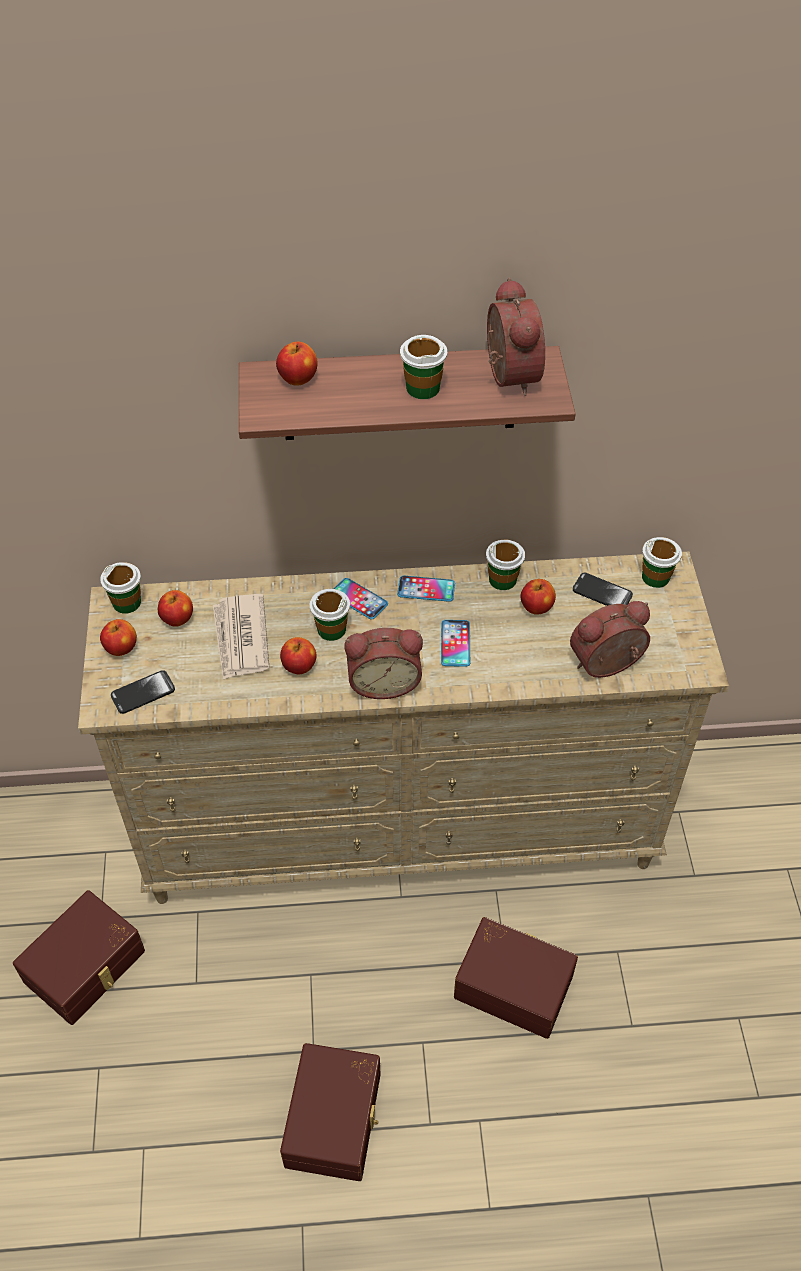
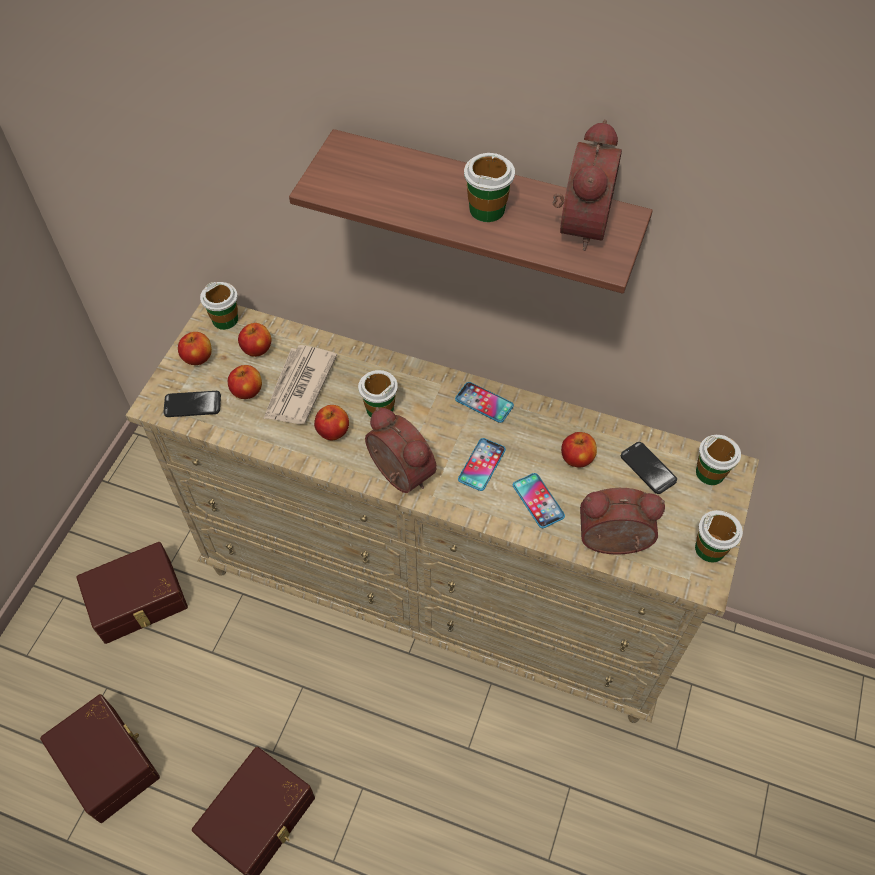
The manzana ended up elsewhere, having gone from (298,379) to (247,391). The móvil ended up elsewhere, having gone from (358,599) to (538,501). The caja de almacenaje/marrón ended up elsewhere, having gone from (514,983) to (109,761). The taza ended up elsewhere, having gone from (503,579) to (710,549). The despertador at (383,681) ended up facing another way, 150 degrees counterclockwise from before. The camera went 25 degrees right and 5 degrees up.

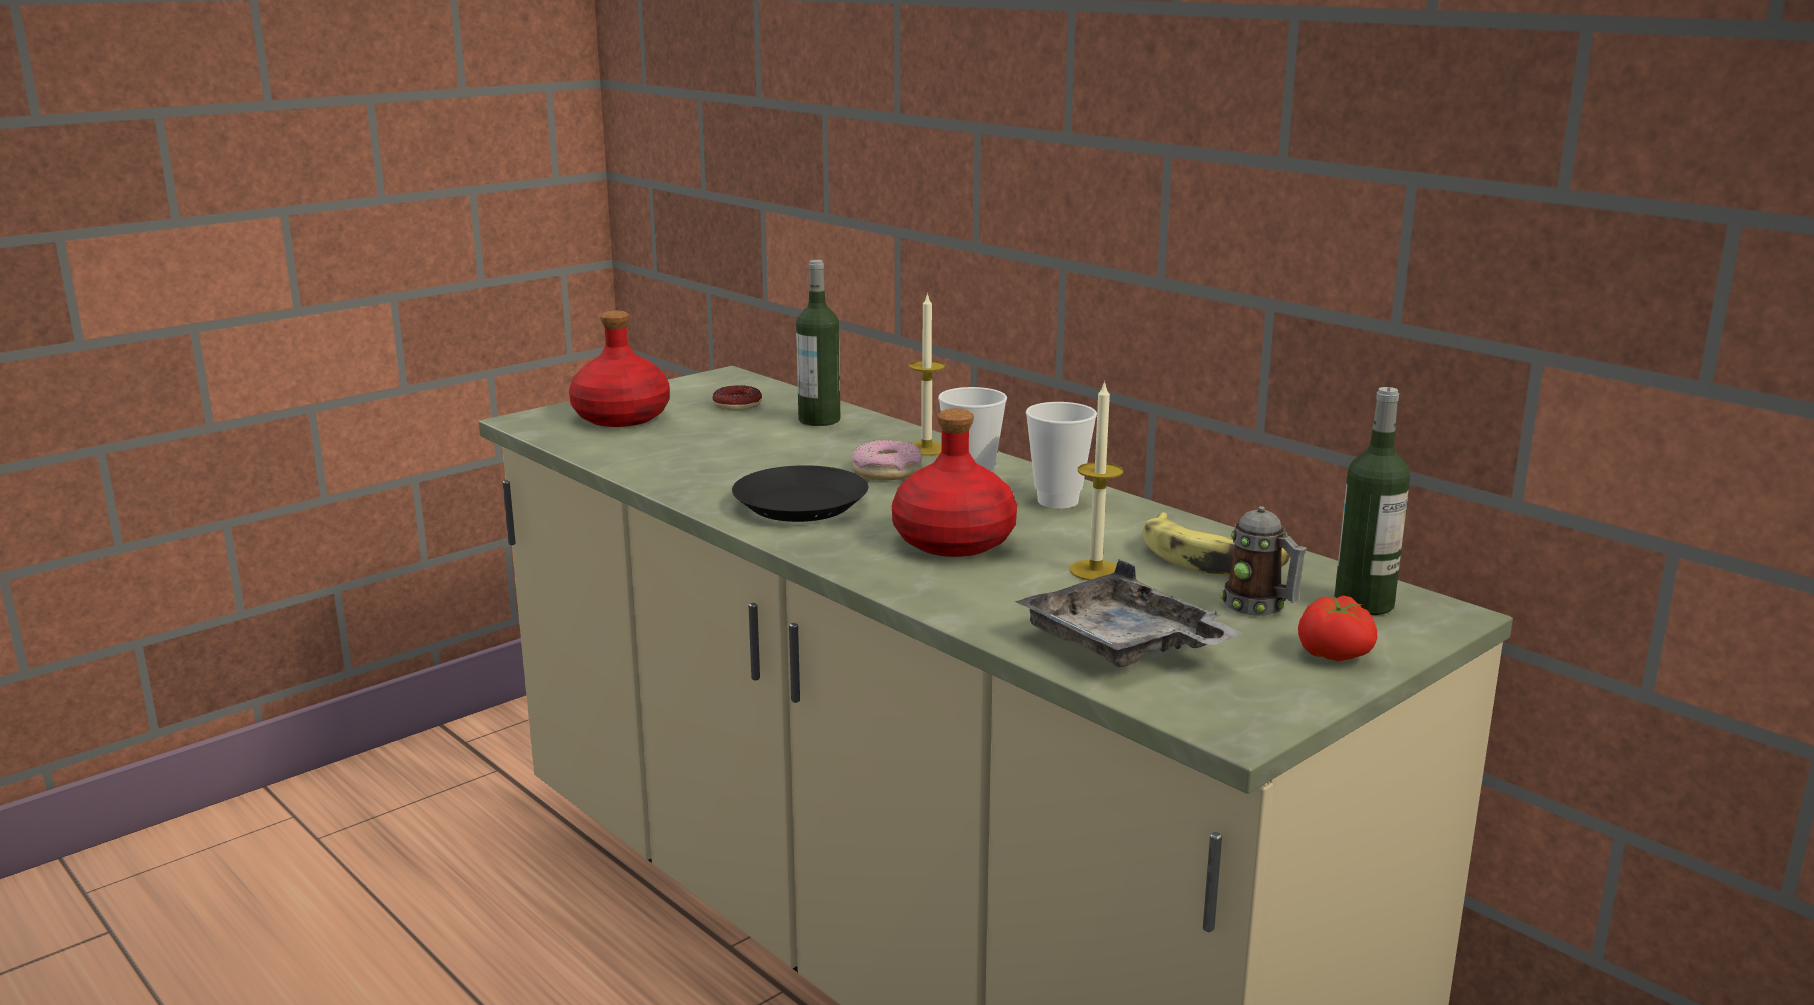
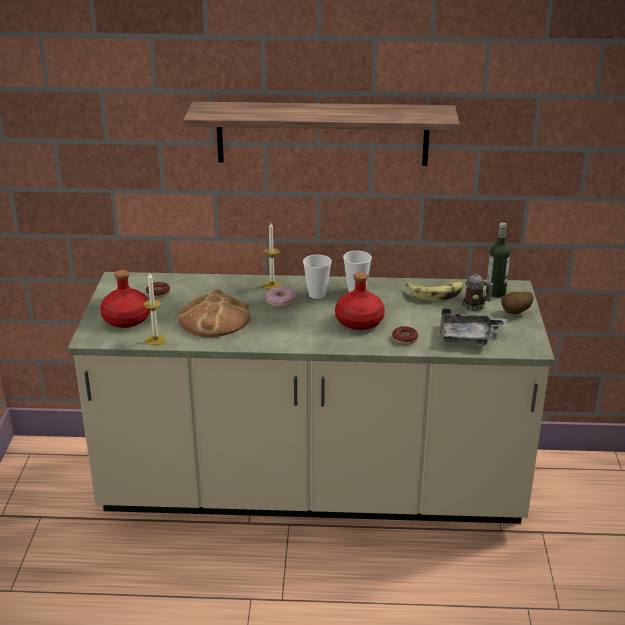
The second view lost the plato/negro at (800,504). The second view lost the botella at (819,420). The second view gained the pan at (214,319). The second view gained the estante at (322,133). The second view gained the rosquilla at (404,338). The vela ended up elsewhere, having gone from (1095,570) to (155,339). Where the tomate stood at (1336,653), the patata came to stand at (516,313). The camera went 45 degrees left and 10 degrees up.

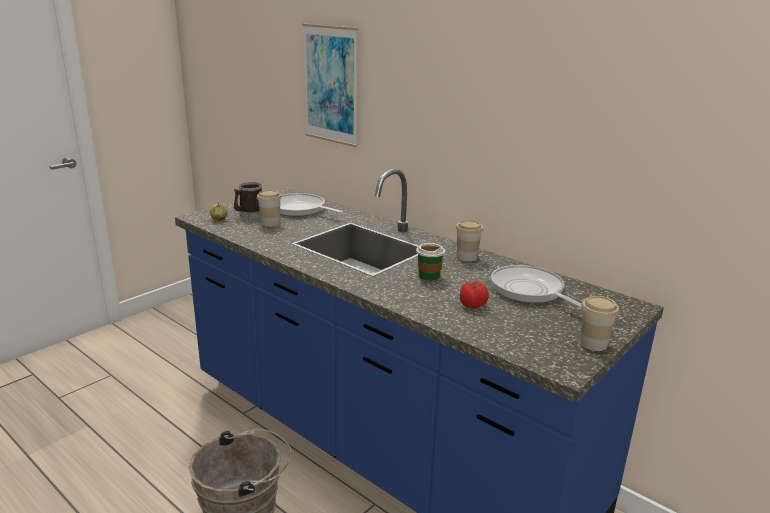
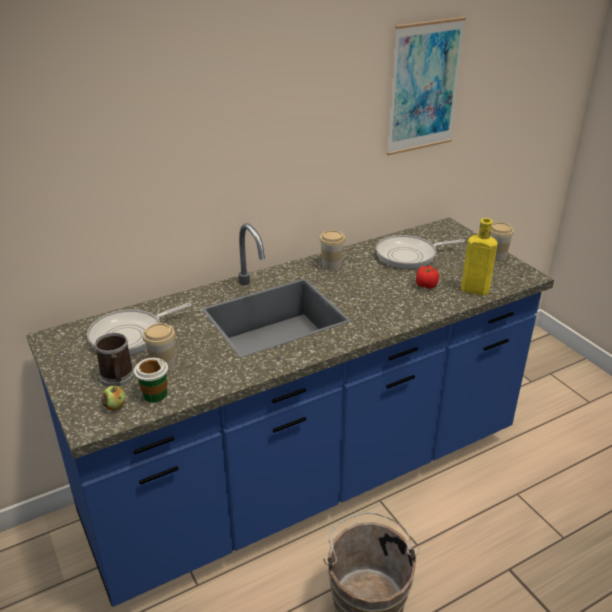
The second view gained the botella/amarillo at (472,289). The cuadro ended up elsewhere, having gone from (330,85) to (424,87). The taza ended up elsewhere, having gone from (429,276) to (155,394). The camera went 70 degrees left and 10 degrees up.

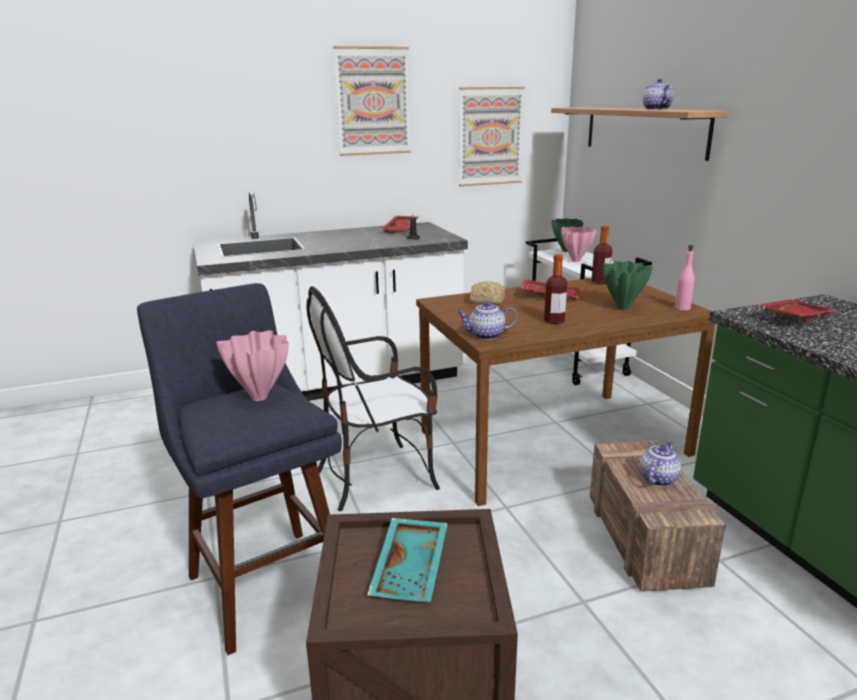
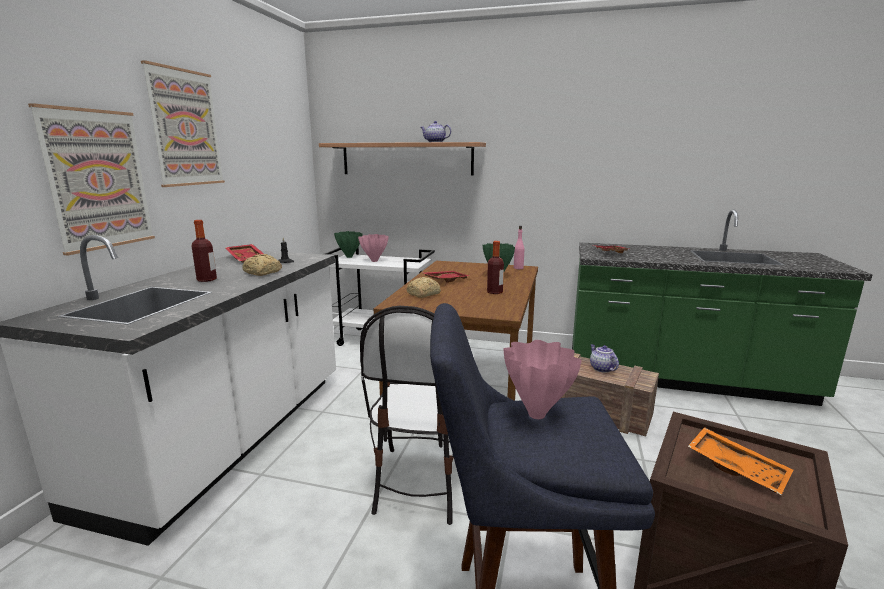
The second view lost the tetera at (485,335). The second view gained the pan at (262,272). The cuadro ended up elsewhere, having gone from (490,136) to (97,180). The botella ended up elsewhere, having gone from (600,282) to (206,279). What was the bandeja/turquesa at (412,570) turned into the bandeja/naranja at (737,468). The camera went 55 degrees left and 5 degrees down.

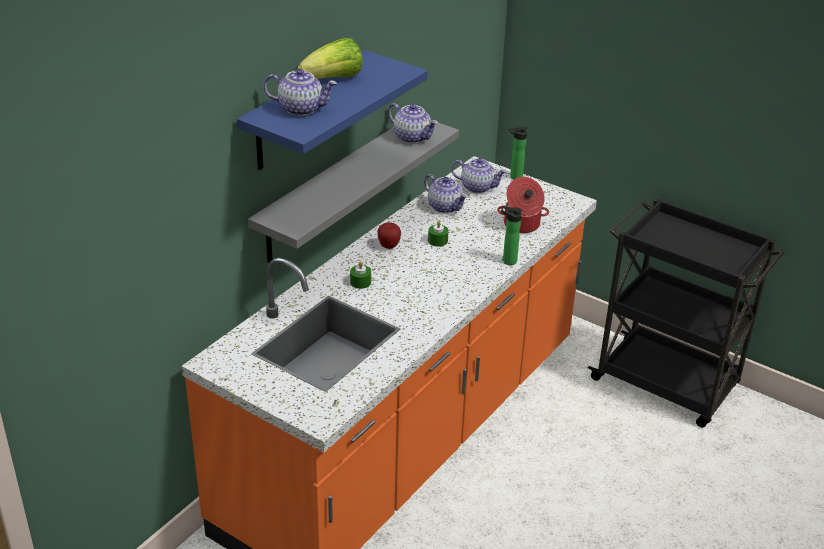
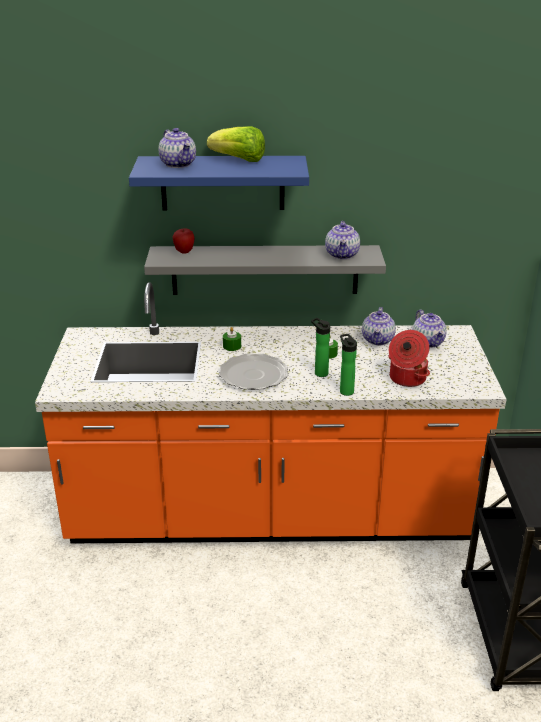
The second view gained the plato at (254,375). The manzana ended up elsewhere, having gone from (389,246) to (184,252). The botella ended up elsewhere, having gone from (514,177) to (319,373). The camera went 55 degrees right and 5 degrees down.

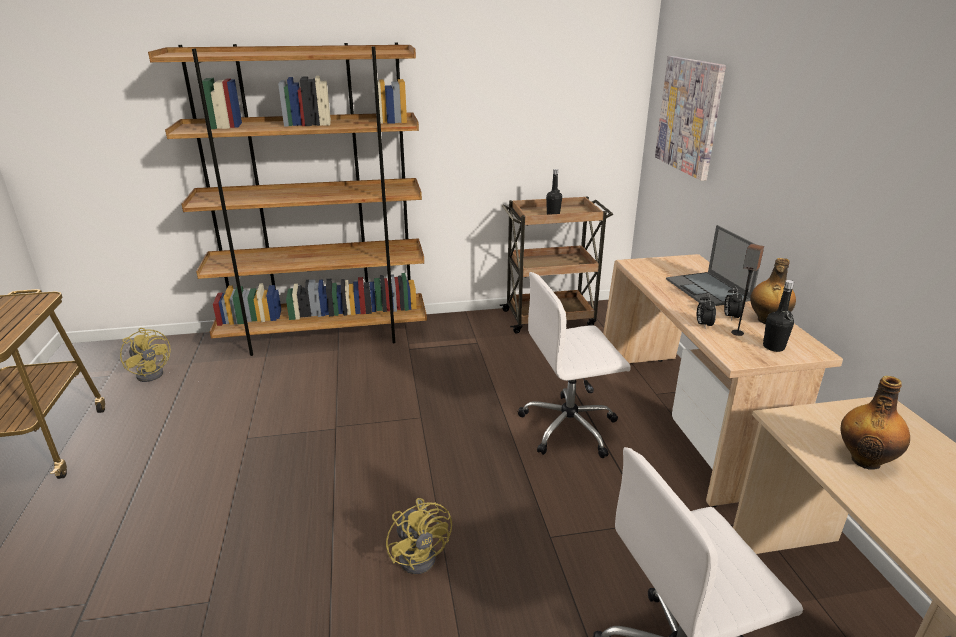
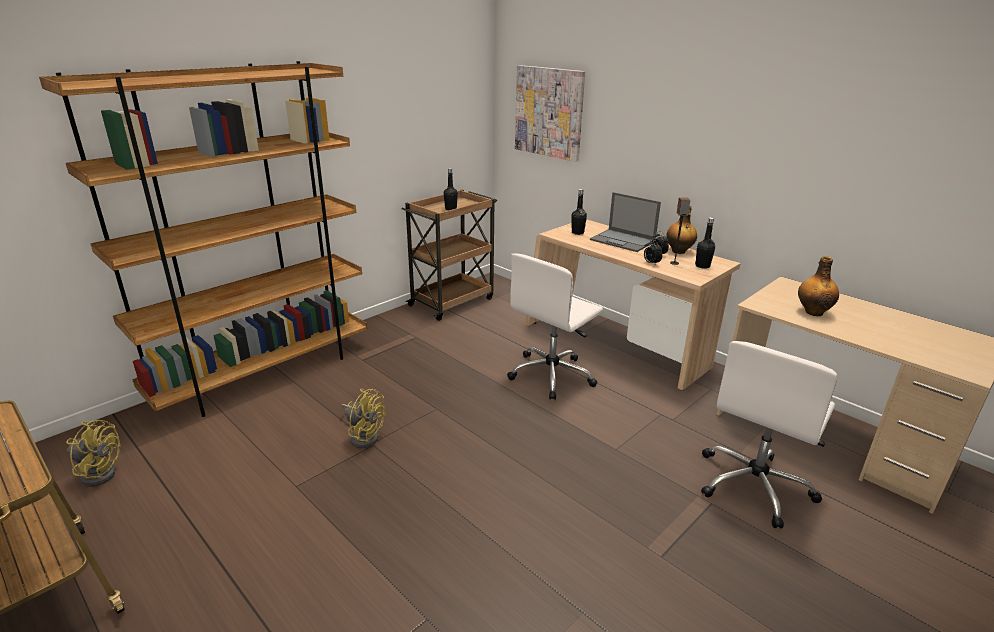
The second view gained the botella/negro at (577,232). The ventilador/amarillo ended up elsewhere, having gone from (421,553) to (364,436). The camera went 35 degrees left and 0 degrees up.

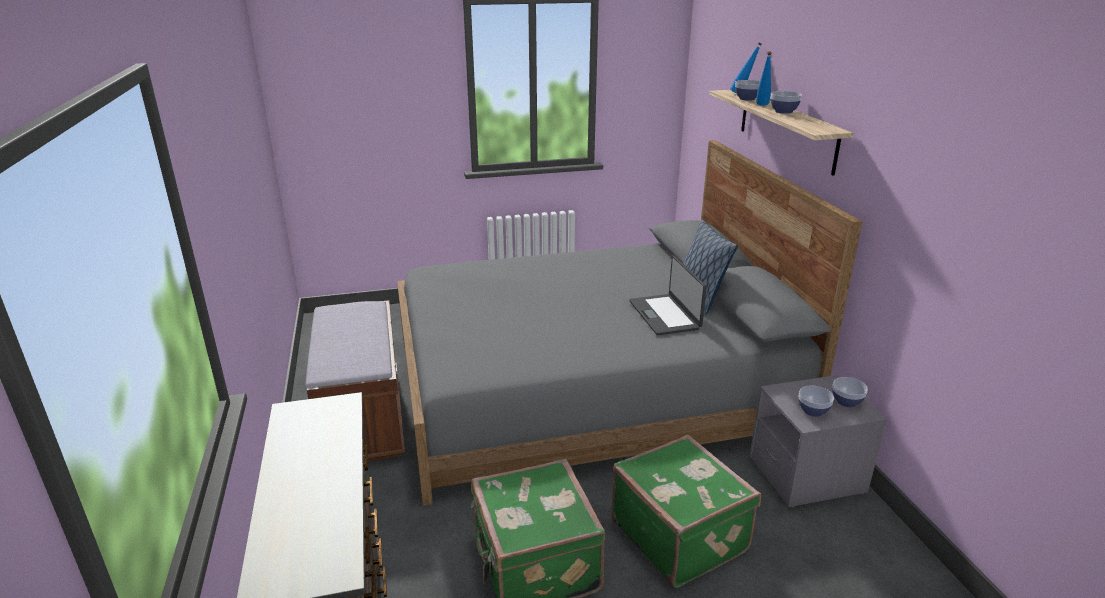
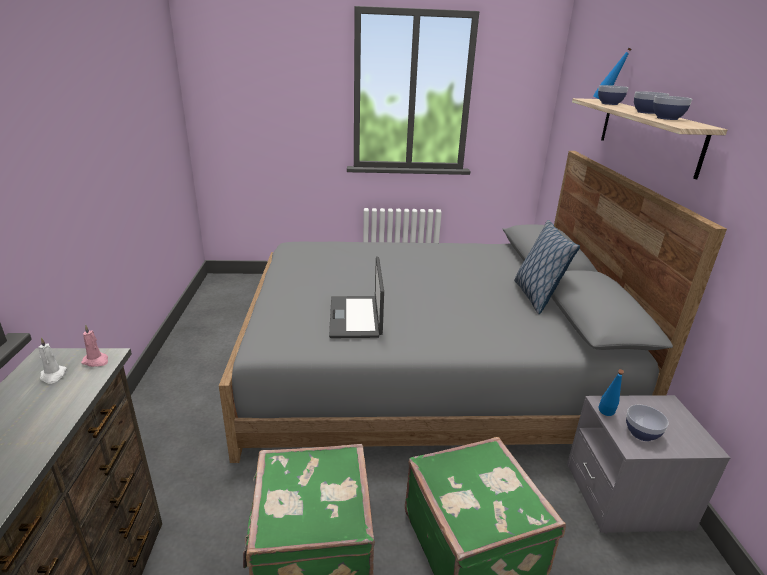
The second view lost the banco/marrón at (364,419). The second view gained the vela/blanco at (53,375). The second view gained the vela/rosa at (96,361). The portátil ended up elsewhere, having gone from (665,315) to (356,317). The botella/azul ended up elsewhere, having gone from (762,105) to (605,416). The cuenco ended up elsewhere, having gone from (846,402) to (667,118). The camera went 10 degrees right and 0 degrees up.

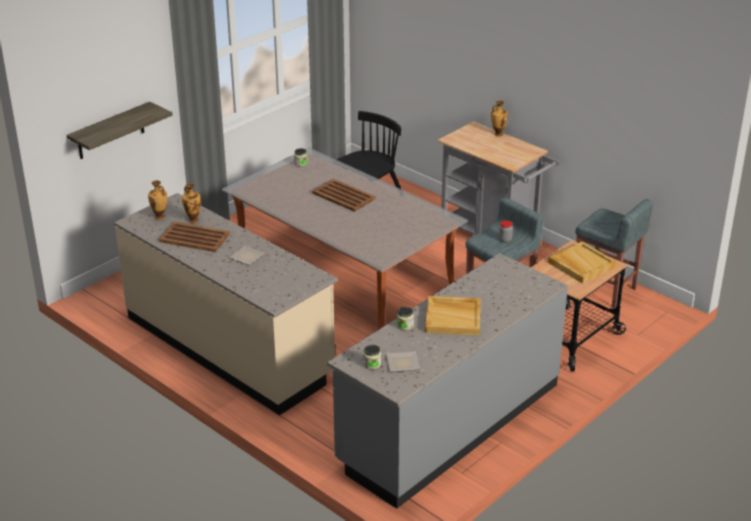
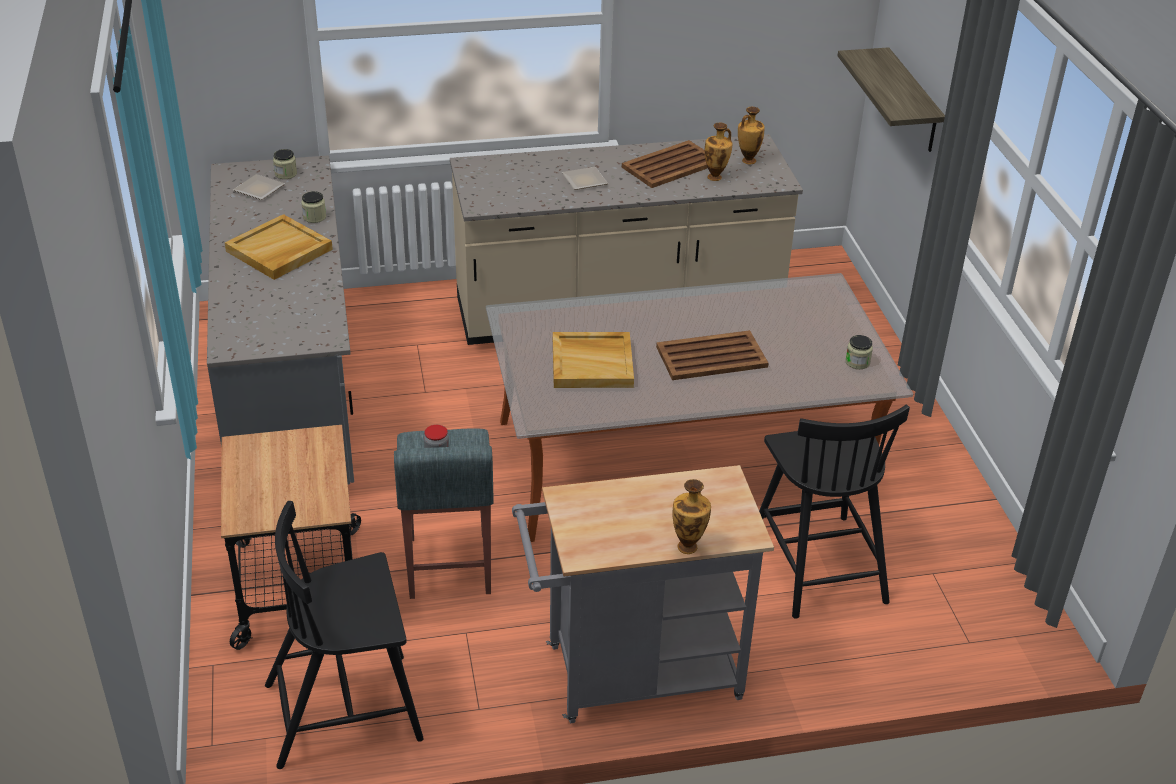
The bandeja/beis ended up elsewhere, having gone from (581,264) to (593,363). Where the taburete/gris stood at (604,290), the silla/negro came to stand at (346,710). The camera went 125 degrees right and 5 degrees up.

